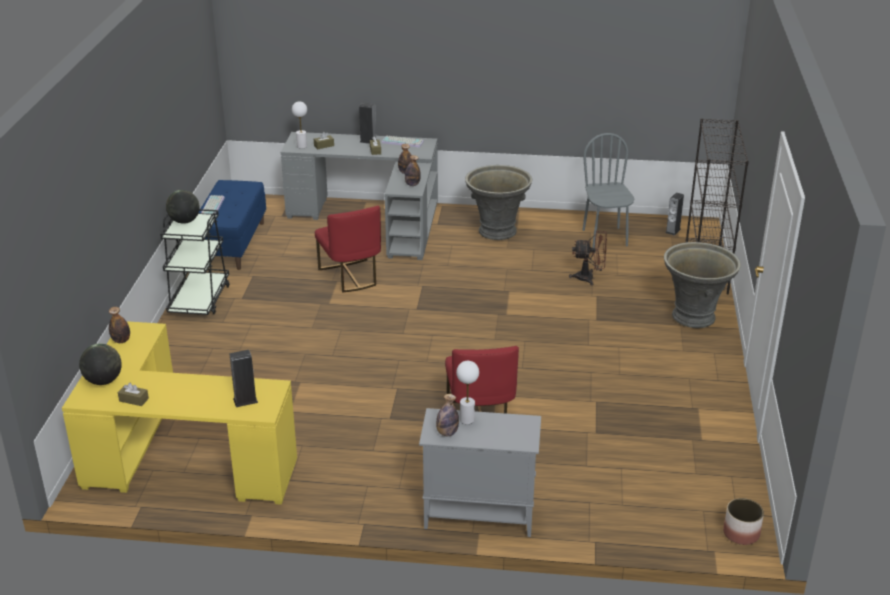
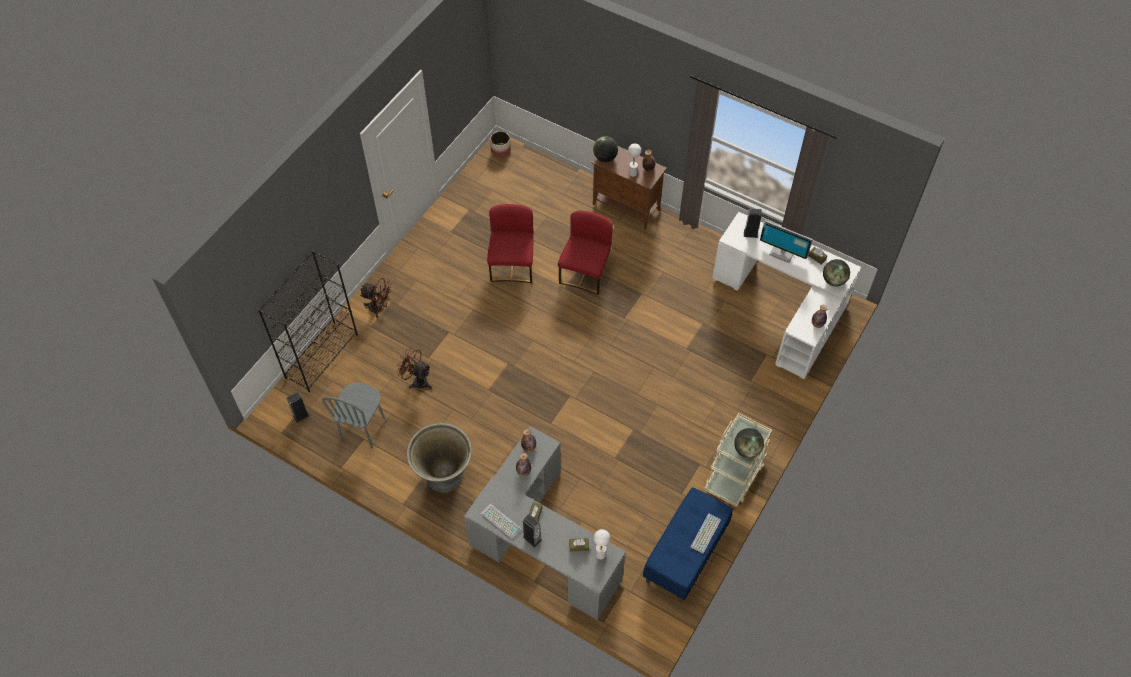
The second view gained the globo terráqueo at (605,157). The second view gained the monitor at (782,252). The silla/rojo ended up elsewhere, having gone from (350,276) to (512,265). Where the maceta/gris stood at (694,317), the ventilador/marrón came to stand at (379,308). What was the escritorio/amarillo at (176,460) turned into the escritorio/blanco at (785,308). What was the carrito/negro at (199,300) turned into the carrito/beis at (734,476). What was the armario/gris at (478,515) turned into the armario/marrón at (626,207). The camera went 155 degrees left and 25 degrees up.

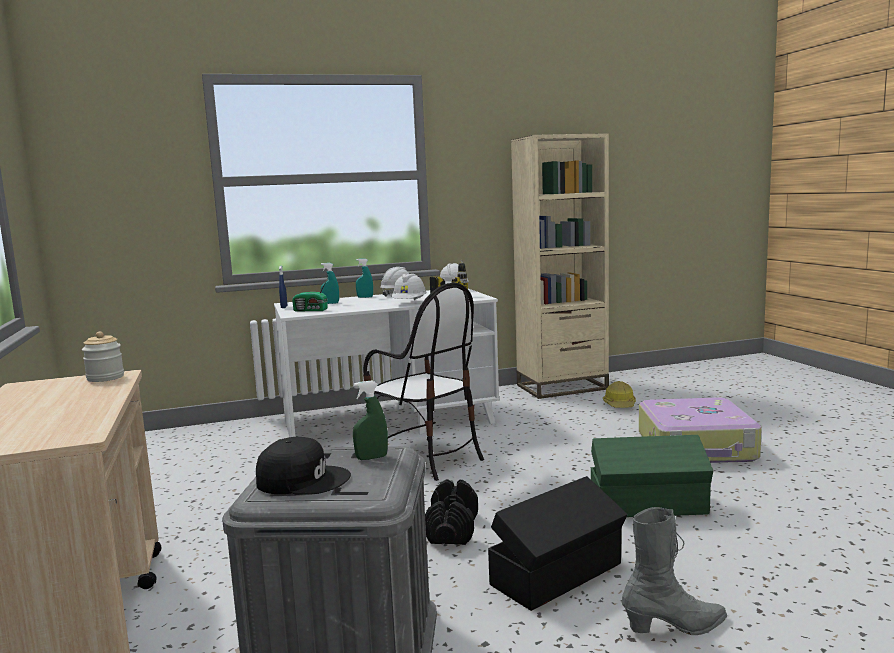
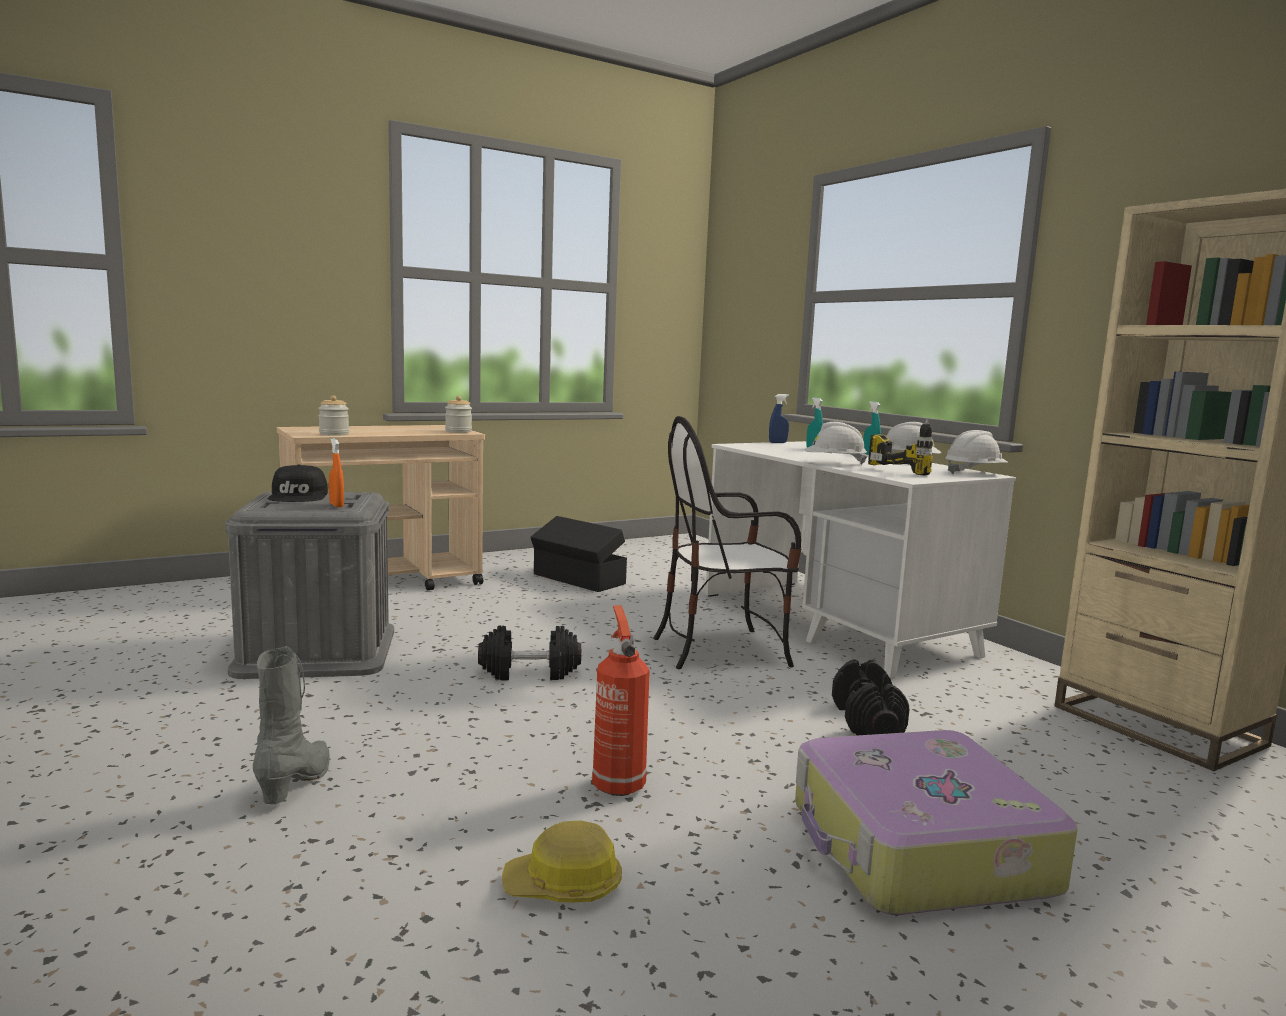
The second view lost the radio at (311,310). The second view gained the tarro at (334,434). The second view gained the mancuerna/negro at (866,720). The caja de almacenaje/negro ended up elsewhere, having gone from (559,574) to (578,579). The casco ended up elsewhere, having gone from (620,405) to (564,886). Where the caja de almacenaje/verde stood at (649,506), the extintor came to stand at (617,784). What was the pulverizador/verde at (371,458) turned into the pulverizador/naranja at (336,505). The silla at (426,459) ended up facing another way, 45 degrees clockwise from before. The bota/gris at (675,627) ended up facing another way, 150 degrees counterclockwise from before. The camera went 75 degrees right and 0 degrees up.

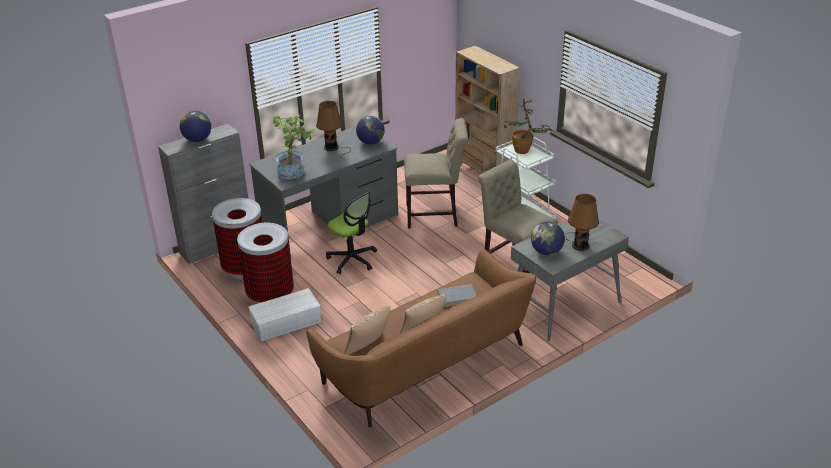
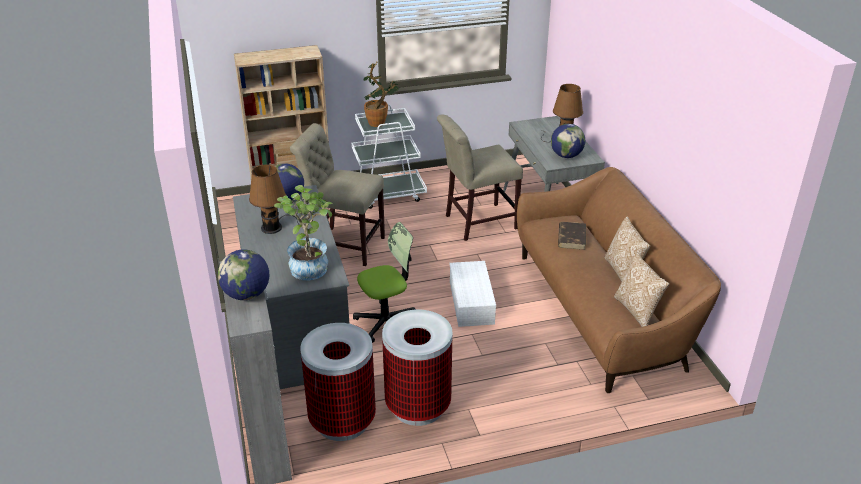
The caja de almacenaje/blanco ended up elsewhere, having gone from (285,323) to (472,303). What was the libro/gris at (457,297) turned into the libro/marrón at (571,237). The silla/beis at (435,215) ended up facing another way, 90 degrees counterclockwise from before. The camera went 70 degrees left and 0 degrees up.

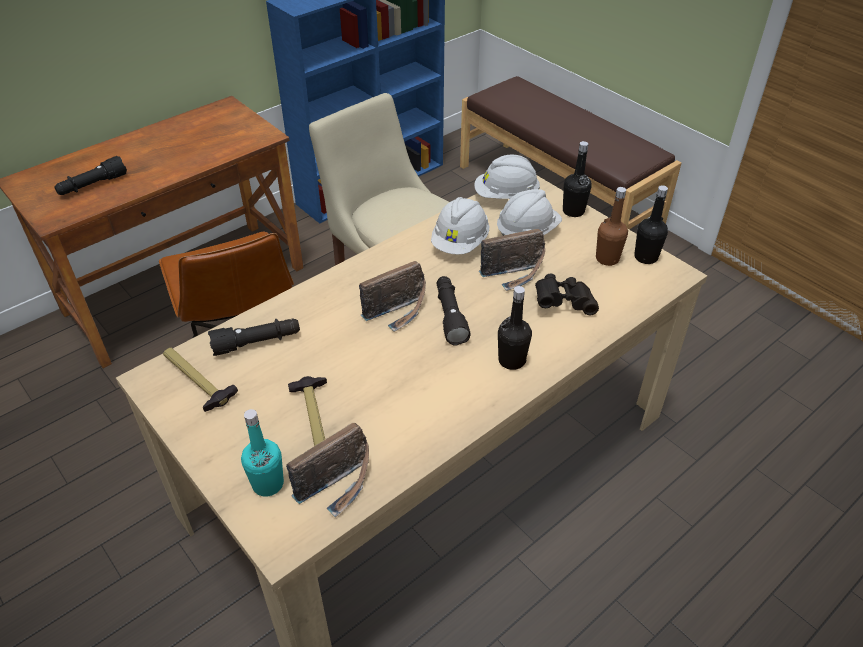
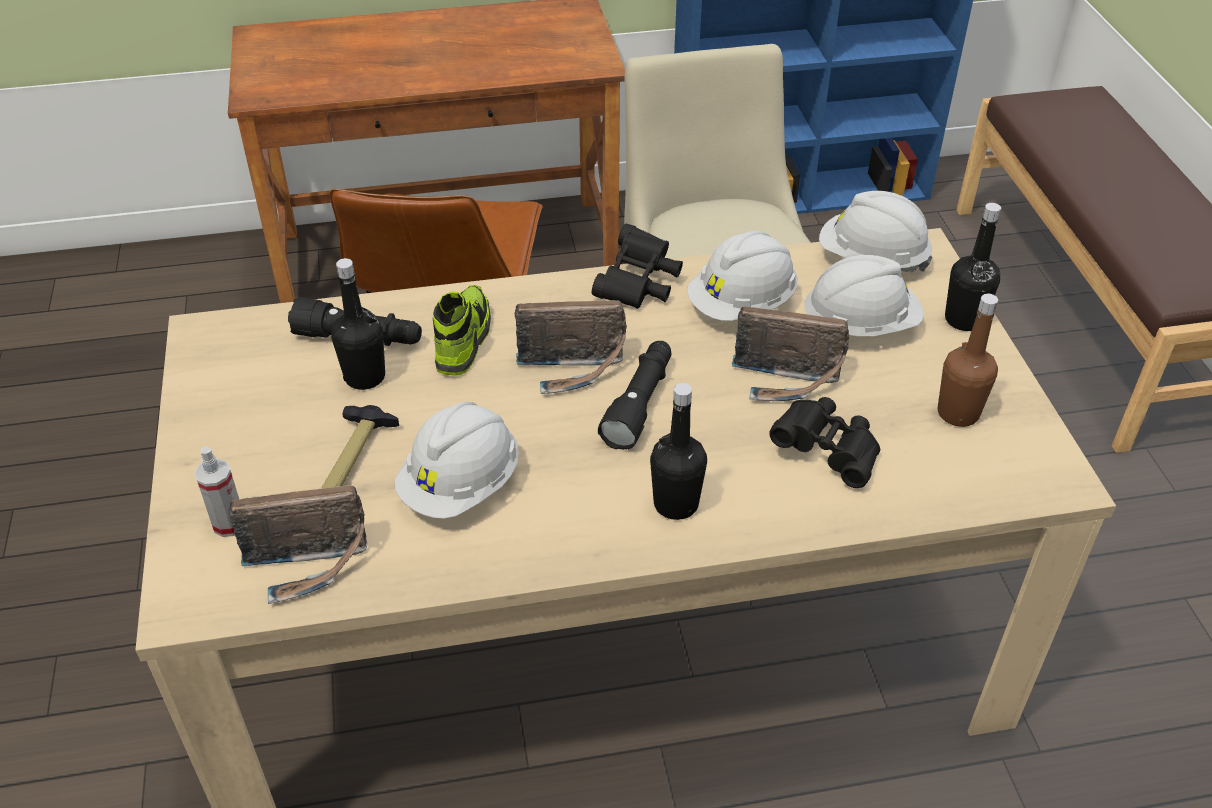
The second view lost the linterna/negro at (92,185). The second view lost the martillo at (196,381). The second view gained the casco/blanco at (461,486). The second view gained the zapato at (462,340). The second view gained the prismáticos/negro at (638,284). The botella/negro ended up elsewhere, having gone from (645,257) to (365,377). Where the botella/turquesa stood at (268,484), the pulverizador came to stand at (229,524). The camera went 30 degrees right and 0 degrees up.

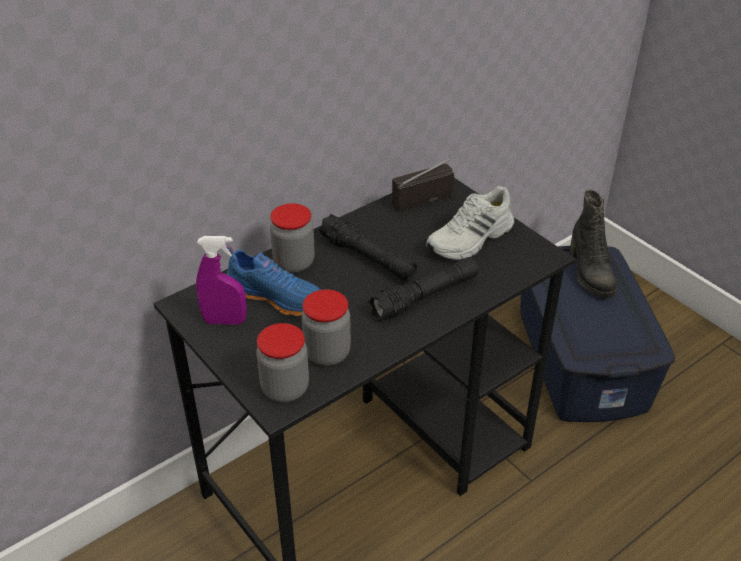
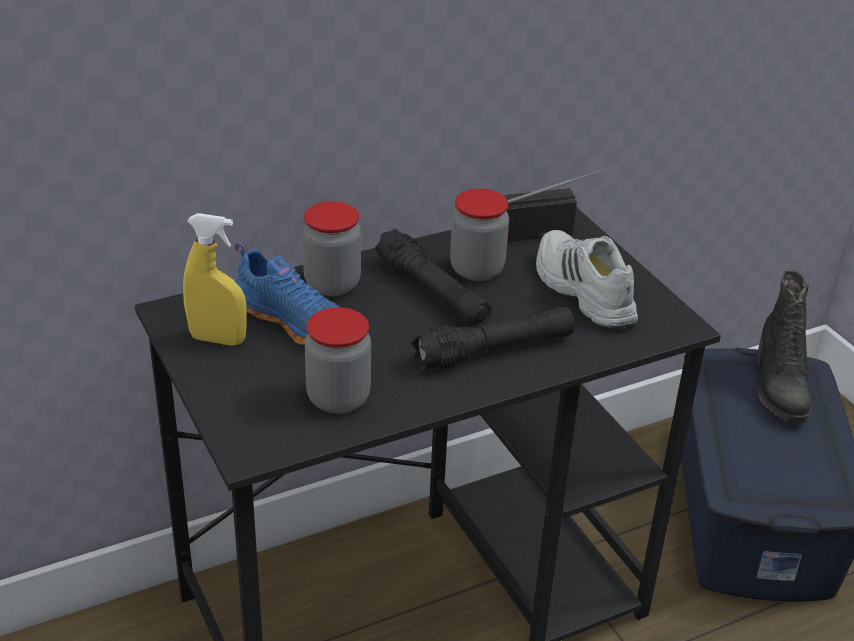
The tarro ended up elsewhere, having gone from (285,388) to (476,269). What was the pulverizador/morado at (225,321) turned into the pulverizador/amarillo at (217,339). The zapato/blanco at (471,239) ended up facing another way, 90 degrees clockwise from before. The camera went 10 degrees right and 5 degrees down.

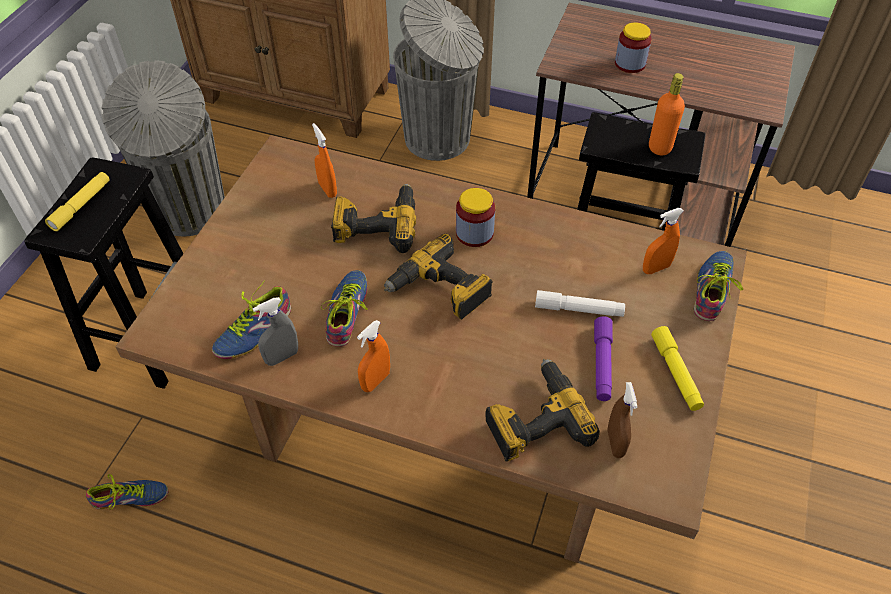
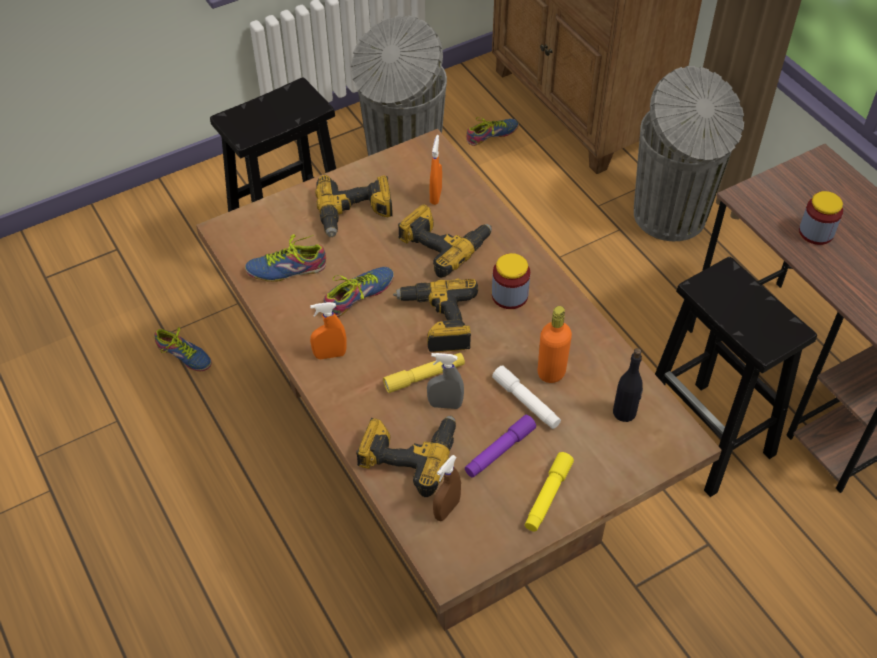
The second view gained the taladro at (355,214). The linterna/amarillo ended up elsewhere, having gone from (81,205) to (424,376). The pulverizador/gris ended up elsewhere, having gone from (282,357) to (445,404). The botella/naranja ended up elsewhere, having gone from (660,147) to (551,373). The zapato ended up elsewhere, having gone from (715,290) to (493,136). Where the pulverizador/naranja stood at (656,268), the botella/negro came to stand at (624,412). The camera went 40 degrees right and 0 degrees up.

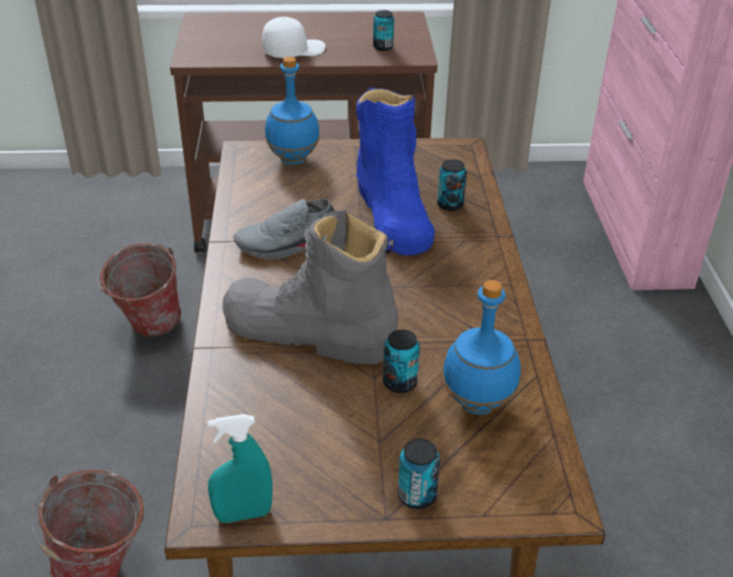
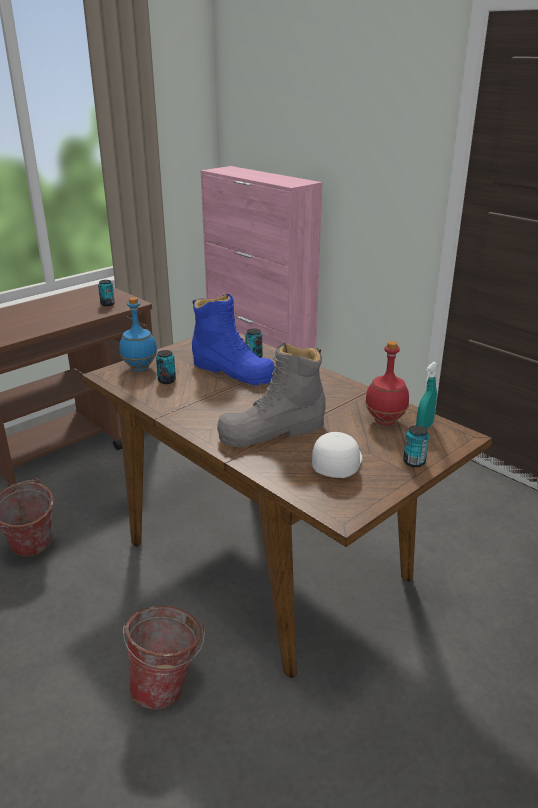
The second view lost the zapato/gris at (290,246). The pulverizador/turquesa ended up elsewhere, having gone from (243,514) to (424,427). The gorra/blanco ended up elsewhere, having gone from (293,51) to (337,463). The lata ended up elsewhere, having gone from (400,383) to (167,380). What was the botella/azul at (478,403) turned into the botella/rojo at (385,421). The camera went 40 degrees left and 10 degrees down.

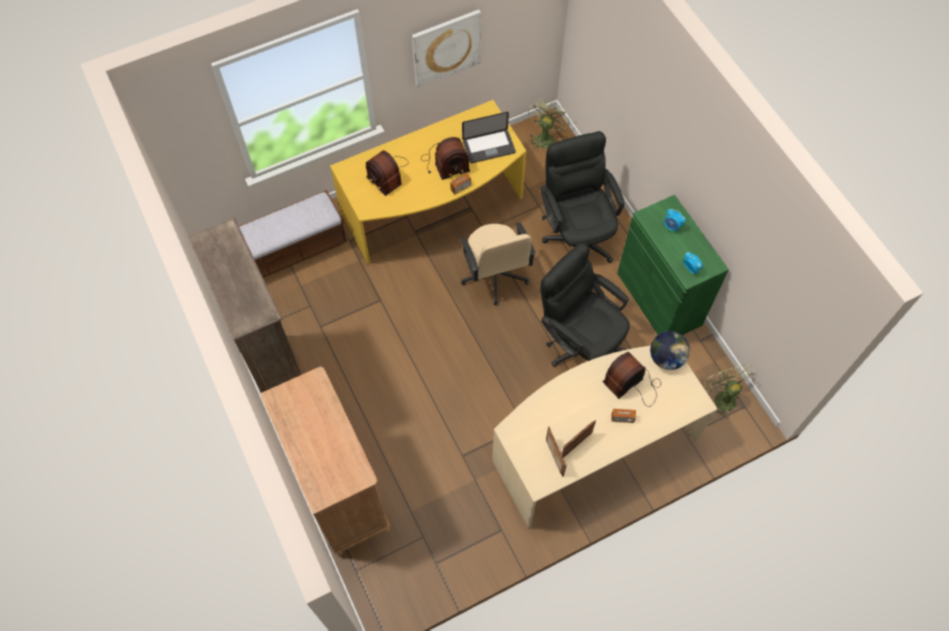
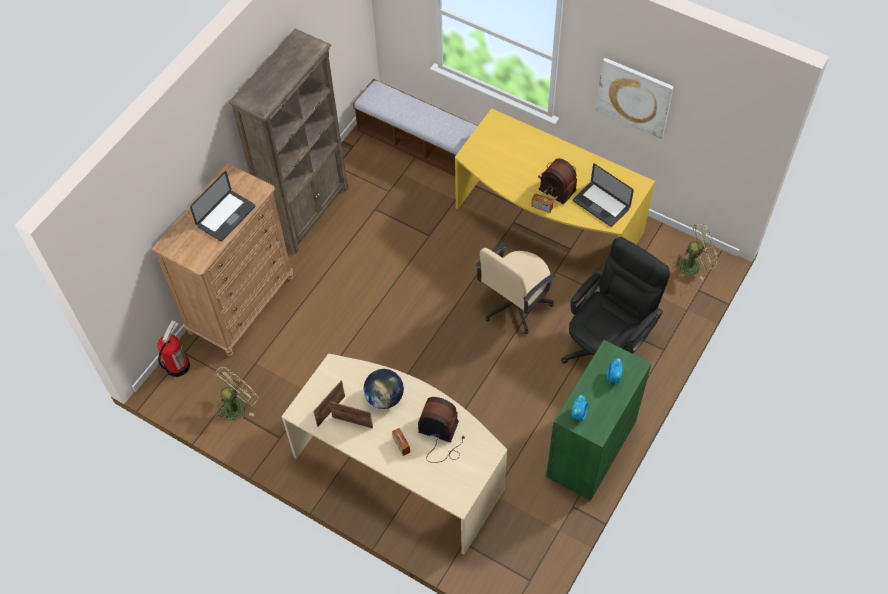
The second view lost the radio at (386,173). The second view lost the silla de oficina/negro at (579,343). The second view gained the extintor at (177,365). The second view gained the portátil at (226,216). The globo terráqueo ended up elsewhere, having gone from (666,358) to (384,397). The ventilador/verde ended up elsewhere, having gone from (722,397) to (237,405). The camera went 60 degrees right and 5 degrees down.

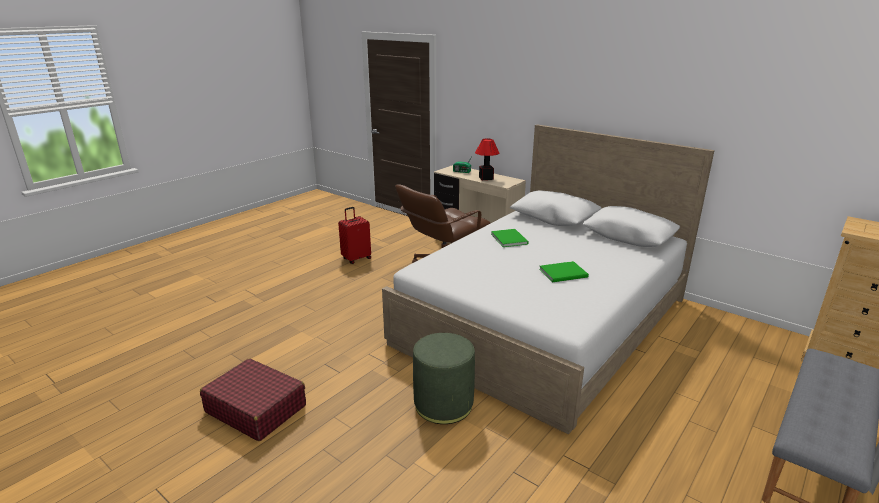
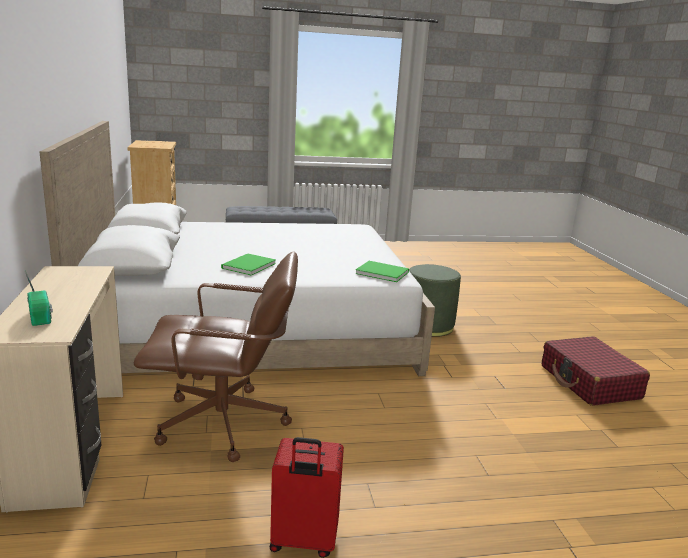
The second view lost the lámpara de mesa at (486,178). The libro/verde ended up elsewhere, having gone from (565,273) to (381,272). The camera went 140 degrees left and 5 degrees down.

